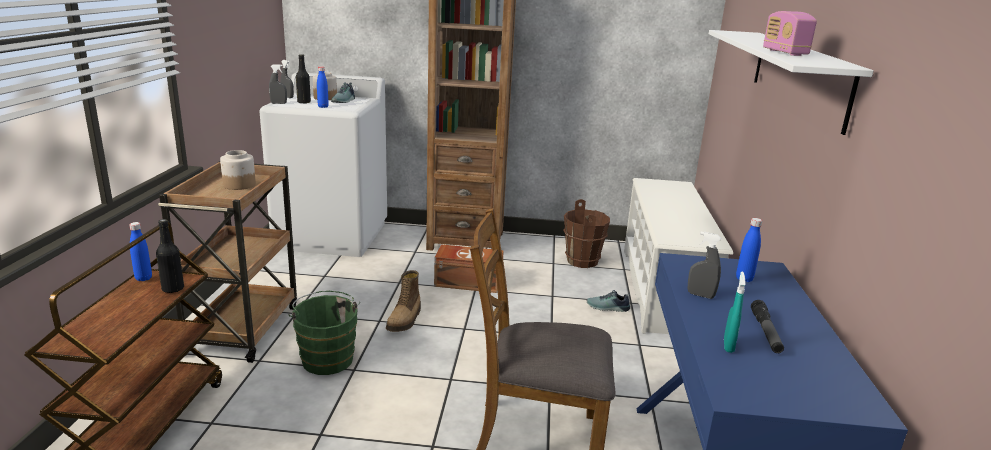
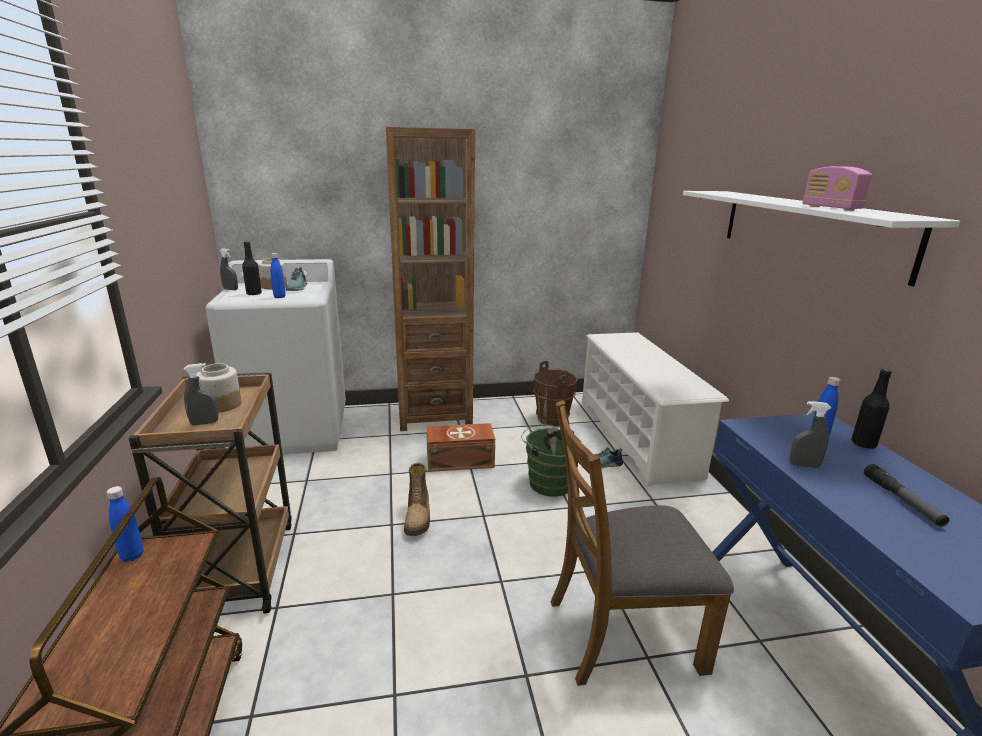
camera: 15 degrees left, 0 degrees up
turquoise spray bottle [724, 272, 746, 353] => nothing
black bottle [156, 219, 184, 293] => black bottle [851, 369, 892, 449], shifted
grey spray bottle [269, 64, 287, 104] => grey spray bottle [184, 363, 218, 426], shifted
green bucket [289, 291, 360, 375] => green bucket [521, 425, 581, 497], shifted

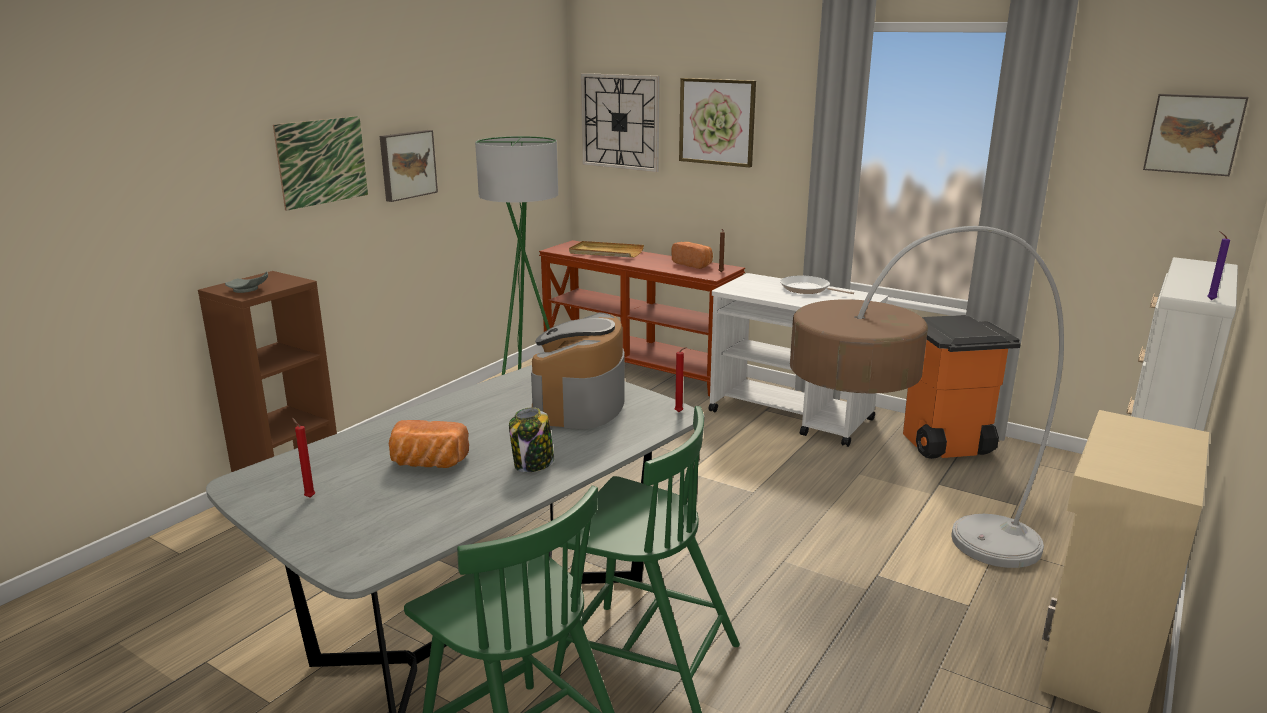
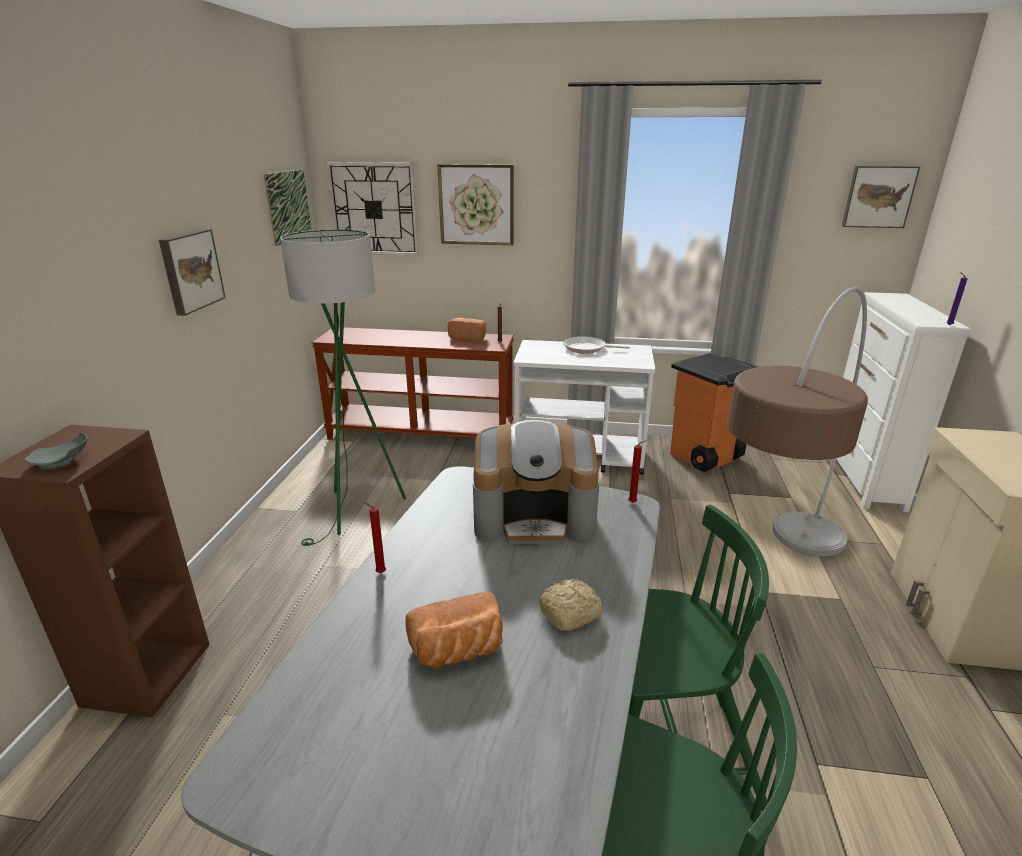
camera: 25 degrees left, 5 degrees up
beige tray [569, 241, 644, 258] => nothing
picture [273, 116, 368, 211] => picture [263, 169, 312, 246], shifted
red candle [292, 418, 315, 498] => red candle [364, 502, 386, 573], shifted
jar [509, 407, 554, 472] => bread [538, 579, 603, 631]
coffee machine [531, 312, 625, 429] => coffee machine [473, 420, 599, 544], 75 degrees counterclockwise

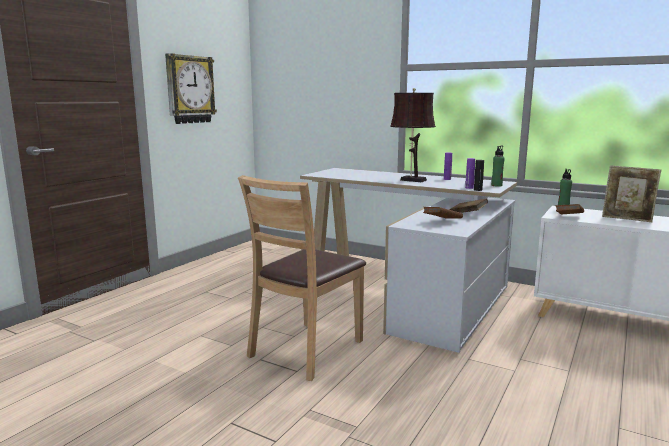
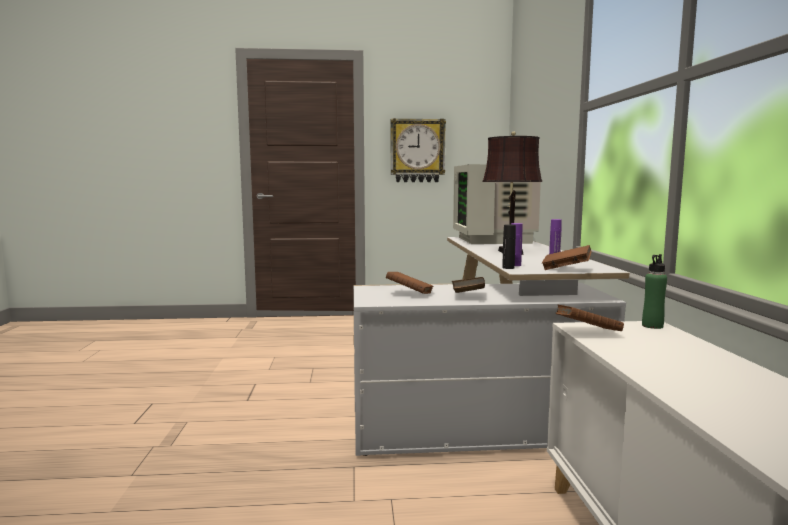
camera: 55 degrees right, 5 degrees down
brown chair [238, 175, 366, 381] => nothing
picture frame [602, 165, 661, 222] => nothing
nothing => monitor [453, 164, 541, 244]
green bottle [491, 145, 505, 187] => brown book [542, 245, 592, 270]

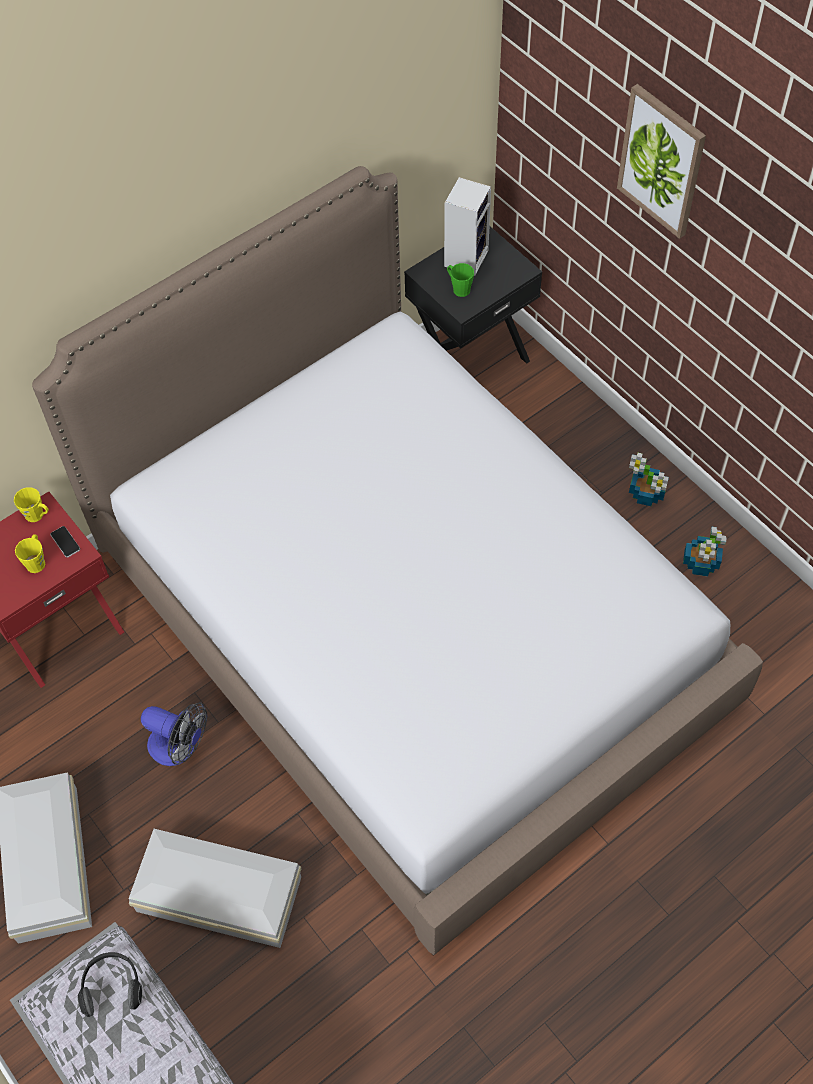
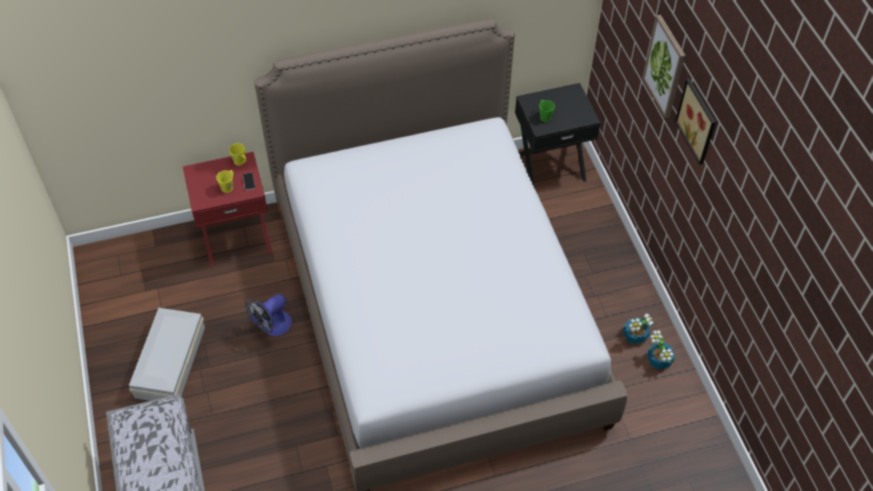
camera: 20 degrees right, 5 degrees down
headphones [77, 952, 142, 1017] => nothing
white storage box [129, 829, 301, 948] => nothing
speaker [444, 177, 491, 276] => nothing
nothing => picture [675, 78, 716, 165]
potted plant [629, 453, 669, 506] => potted plant [647, 330, 675, 369], shifted
fan [141, 702, 207, 766] => fan [245, 294, 292, 336], 90 degrees clockwise

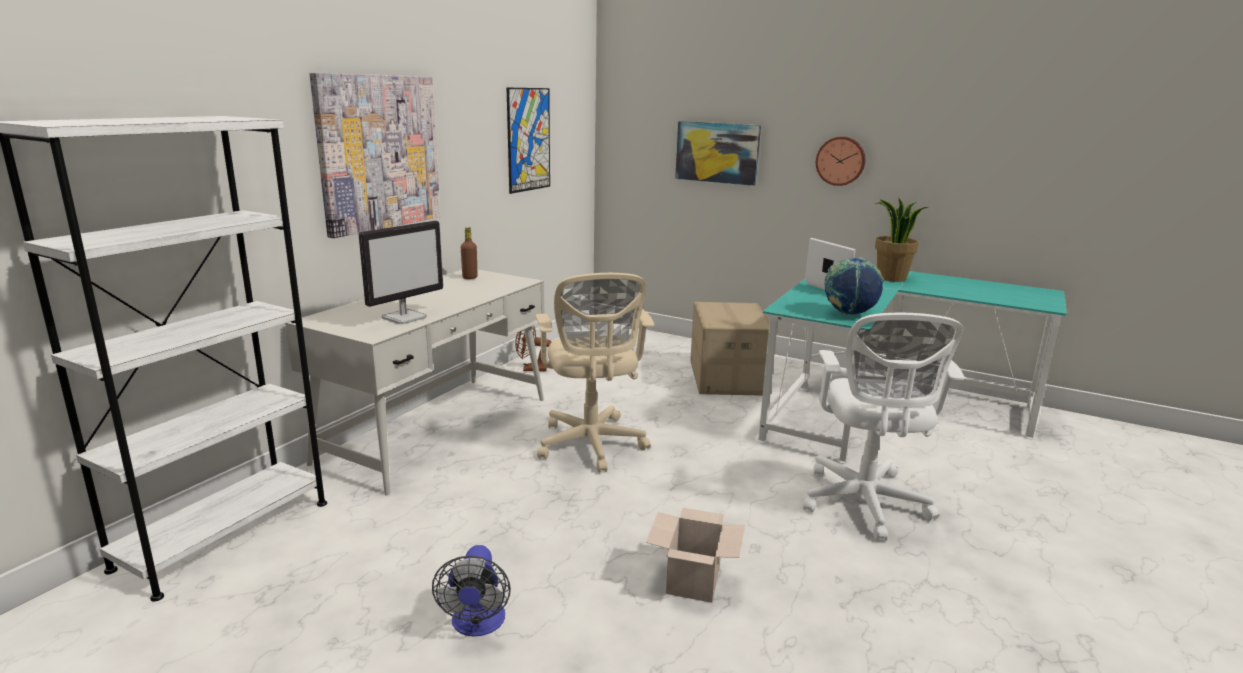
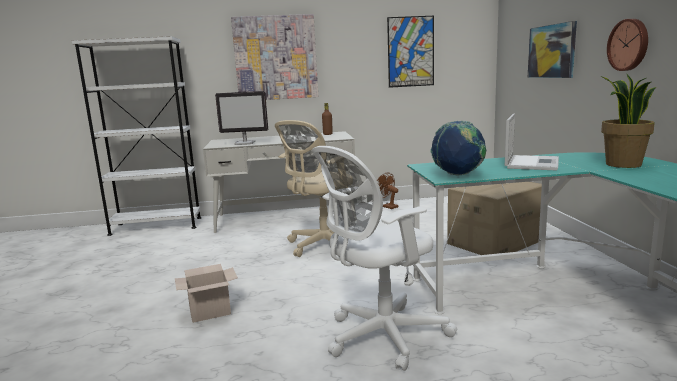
camera: 55 degrees right, 5 degrees down
fan [432, 545, 511, 637] => nothing

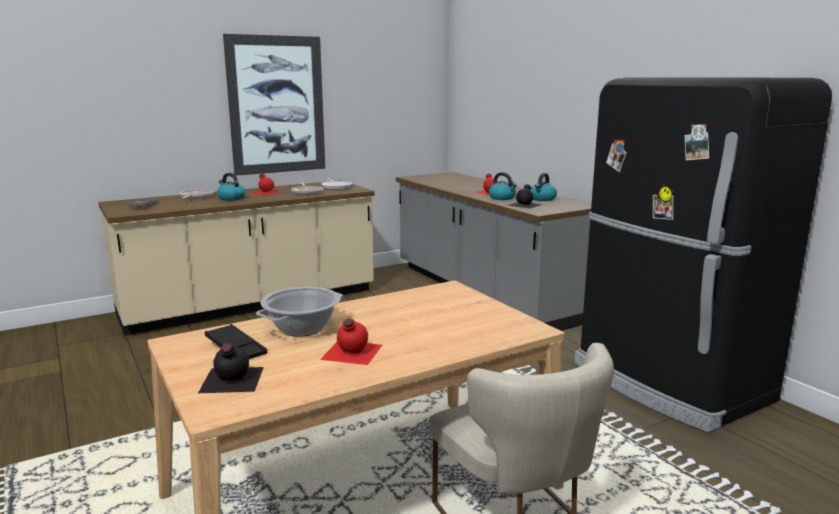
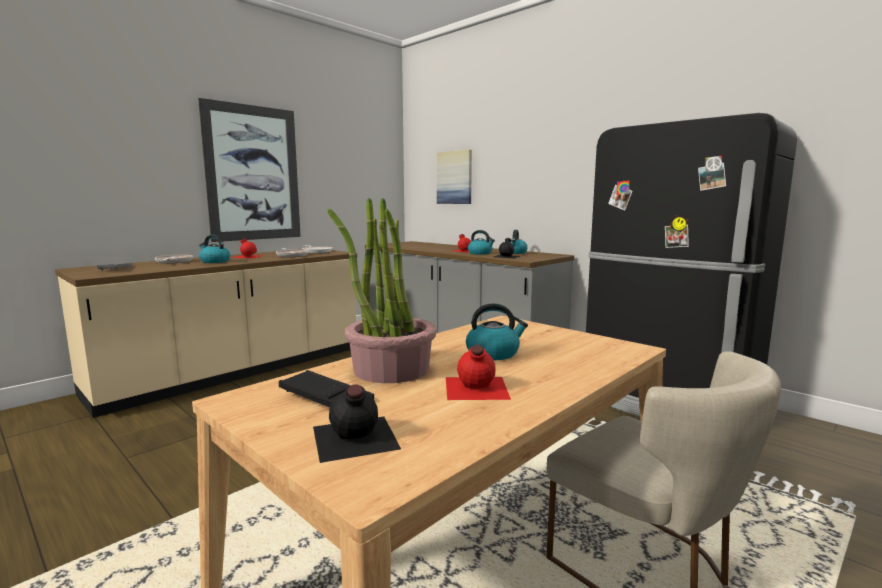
camera: 15 degrees left, 5 degrees down
nothing => picture [437, 150, 472, 204]
nothing => kettle [466, 304, 528, 360]
cooking pot [256, 287, 343, 337] => potted plant [327, 198, 436, 383]

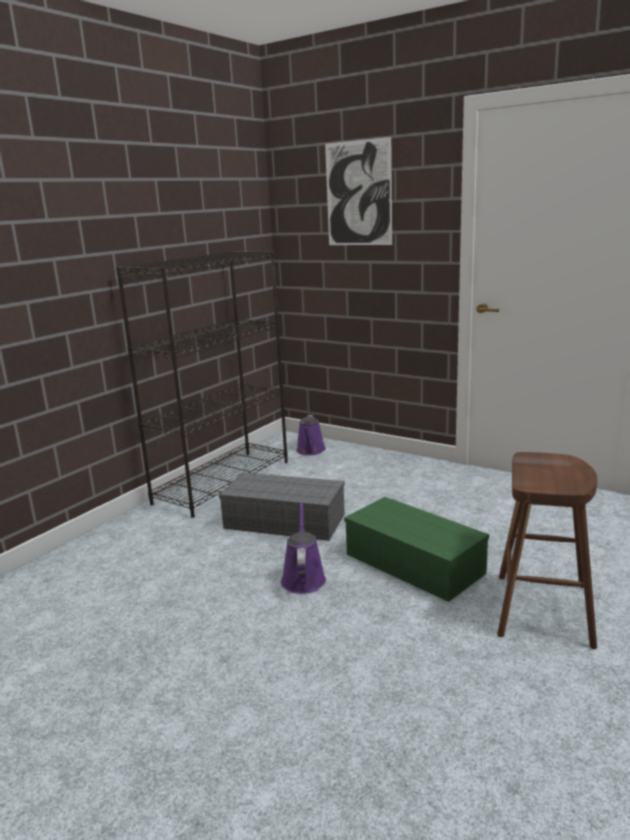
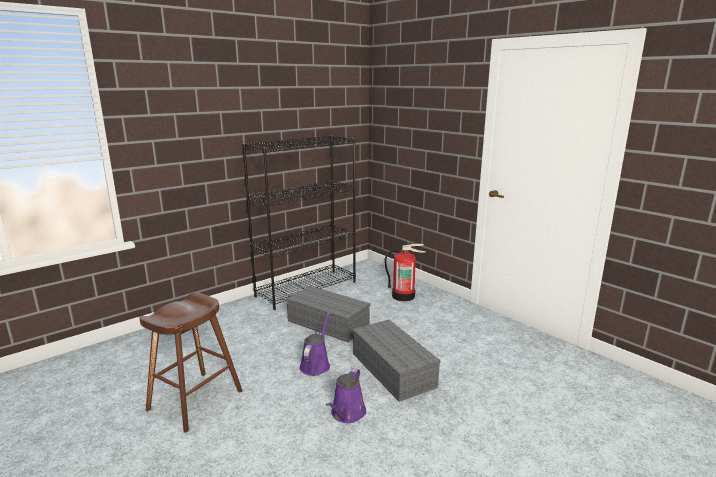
camera: 15 degrees right, 0 degrees up
picture [325, 137, 392, 245] => nothing
nothing => fire extinguisher [384, 243, 426, 301]
purple watering can [296, 415, 326, 455] => purple watering can [326, 368, 366, 423], shifted
brown stool [497, 452, 597, 649] => brown stool [140, 293, 243, 433], shifted
green storage box [344, 497, 489, 602] => grey storage box [352, 320, 440, 402]

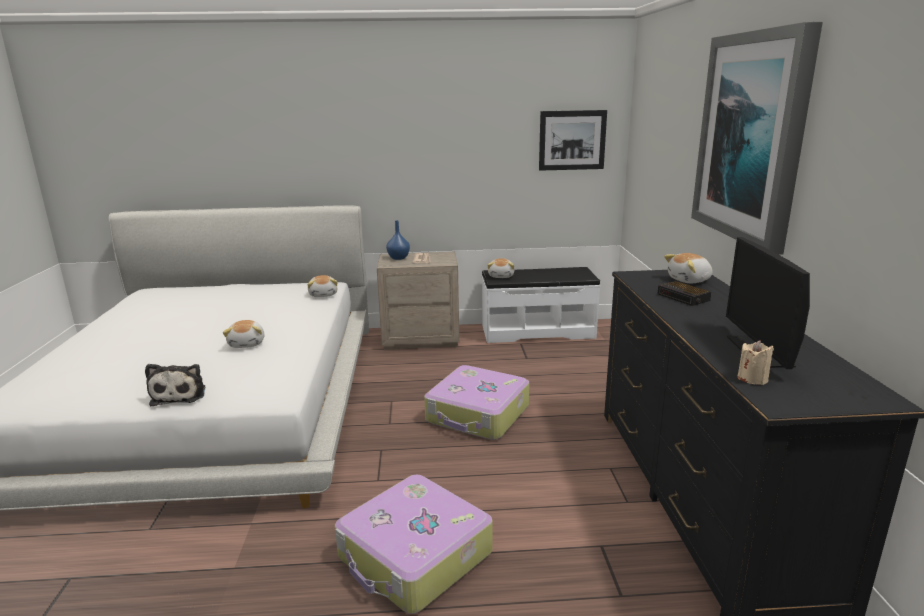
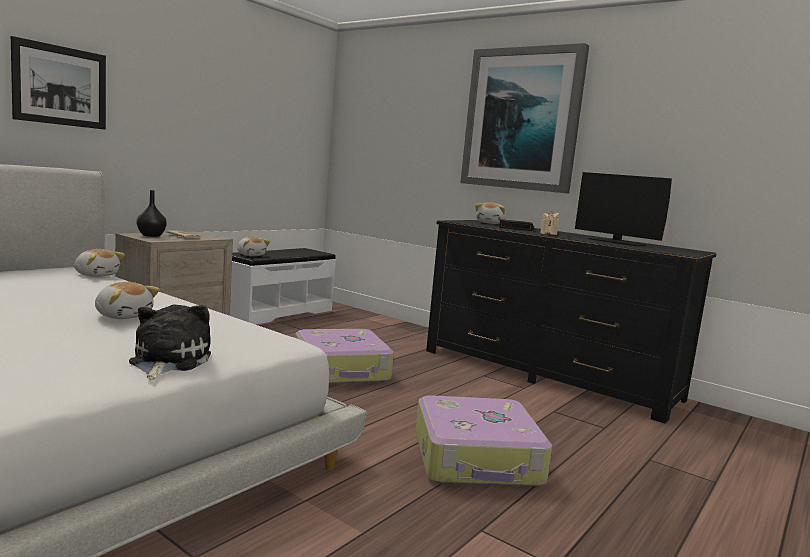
camera: 50 degrees left, 10 degrees down
picture [539, 110, 607, 171] => picture [11, 36, 106, 129], shifted
beige candle [738, 340, 774, 385] => beige candle [540, 210, 559, 235], shifted
blue vase [386, 221, 410, 260] => black vase [137, 190, 167, 237]
plush toy [145, 364, 206, 406] => plush toy [129, 305, 211, 380], 120 degrees counterclockwise

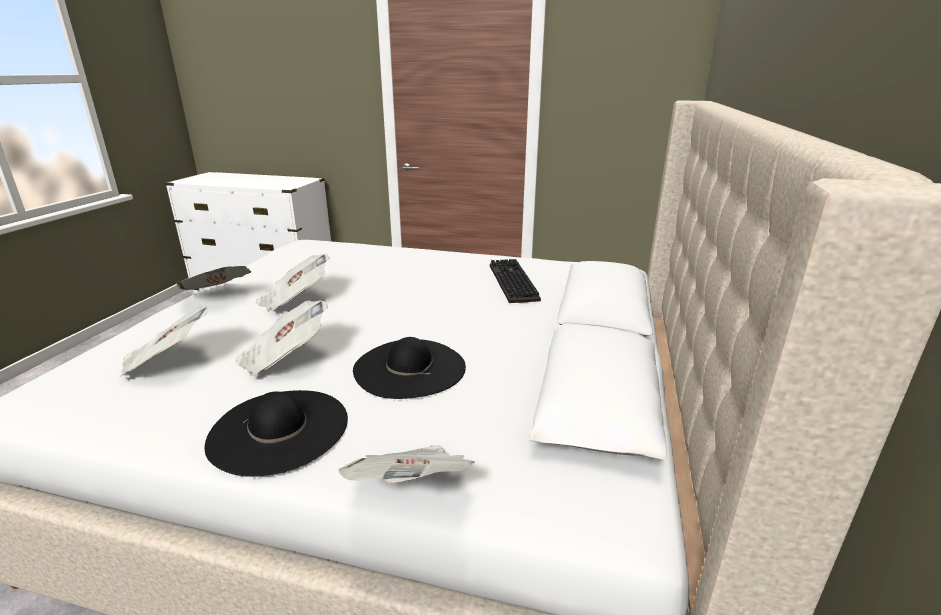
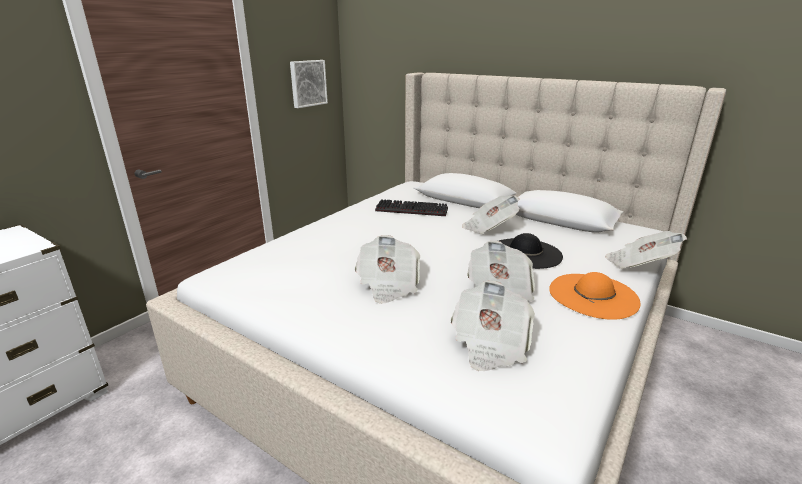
camera: 70 degrees left, 0 degrees up
nothing => picture [290, 60, 328, 108]
newspaper [176, 266, 251, 290] => newspaper [462, 195, 520, 234], shifted
black hat [205, 390, 348, 477] => orange hat [549, 272, 640, 320]

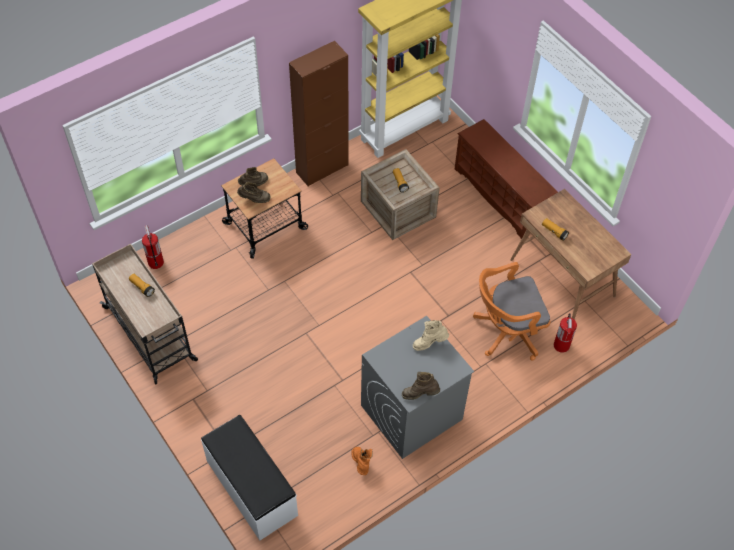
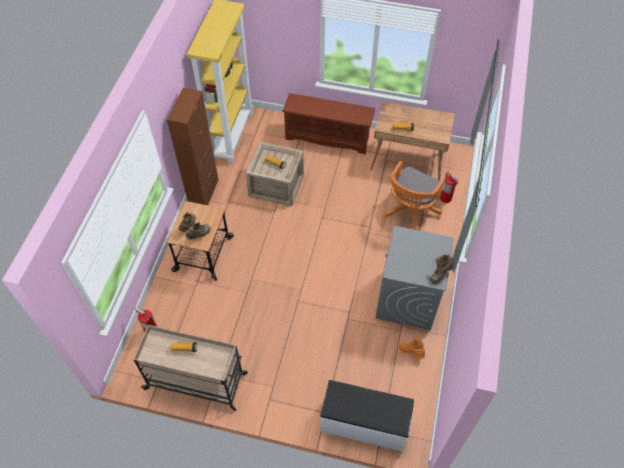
camera: 40 degrees left, 0 degrees up
beige boot [413, 320, 449, 351] => nothing

